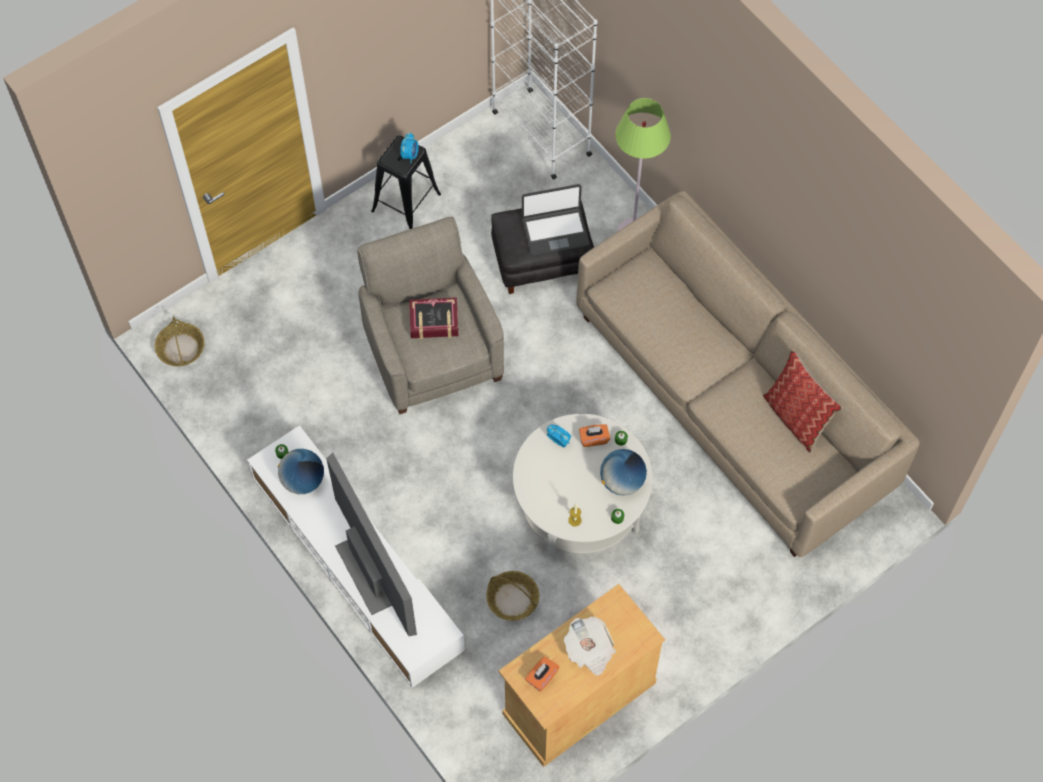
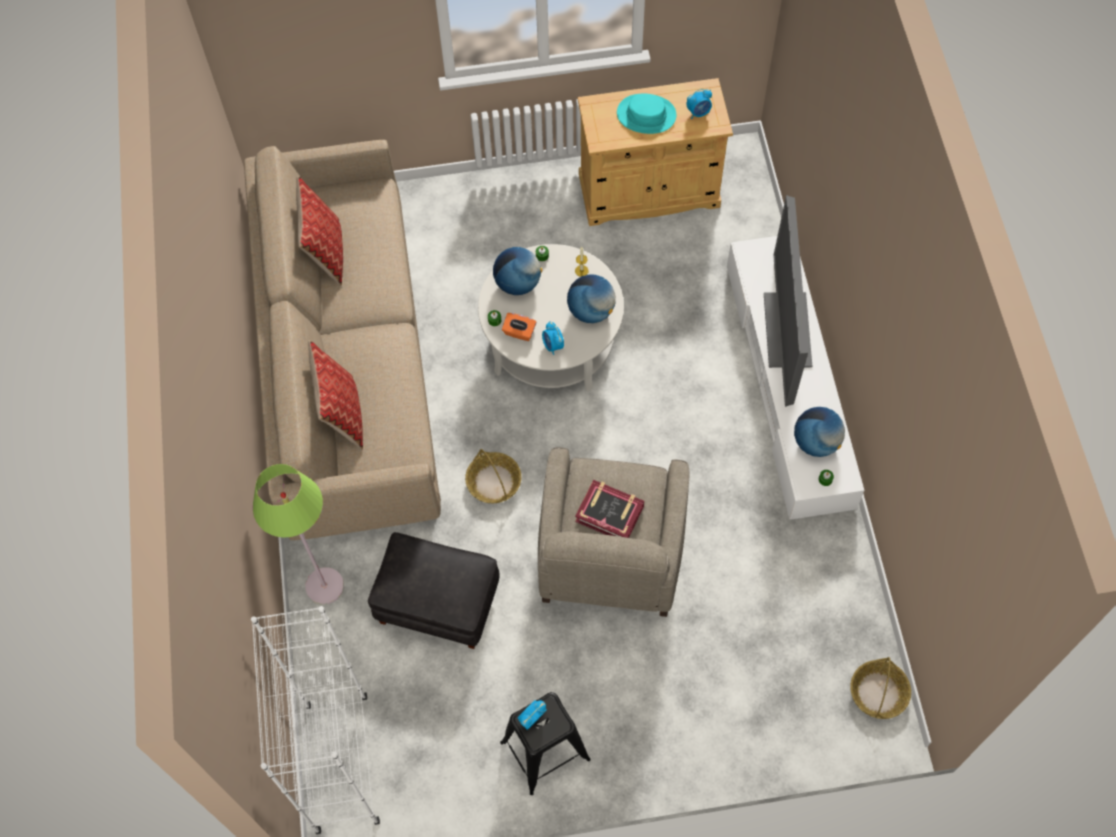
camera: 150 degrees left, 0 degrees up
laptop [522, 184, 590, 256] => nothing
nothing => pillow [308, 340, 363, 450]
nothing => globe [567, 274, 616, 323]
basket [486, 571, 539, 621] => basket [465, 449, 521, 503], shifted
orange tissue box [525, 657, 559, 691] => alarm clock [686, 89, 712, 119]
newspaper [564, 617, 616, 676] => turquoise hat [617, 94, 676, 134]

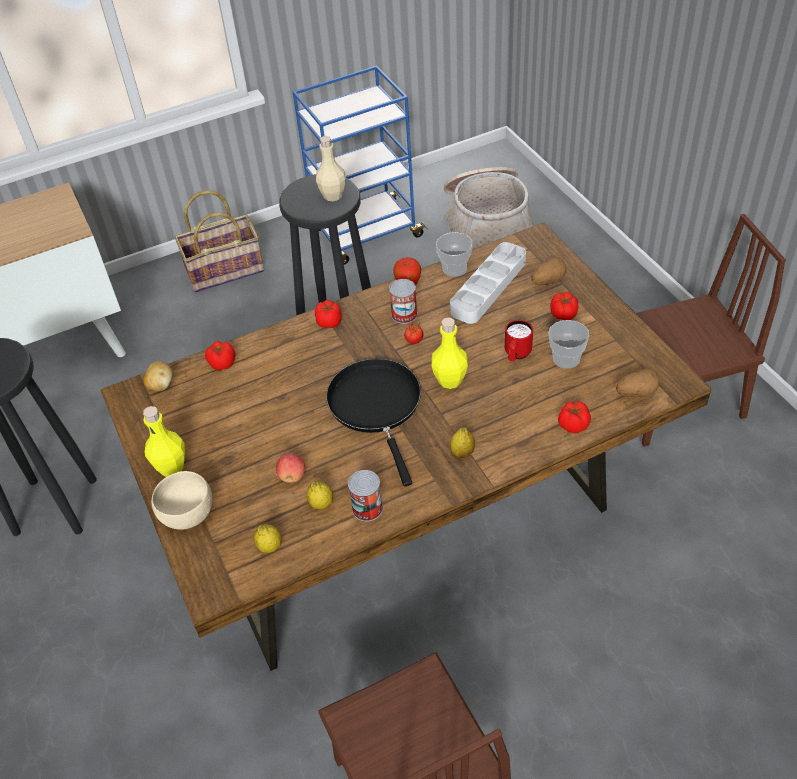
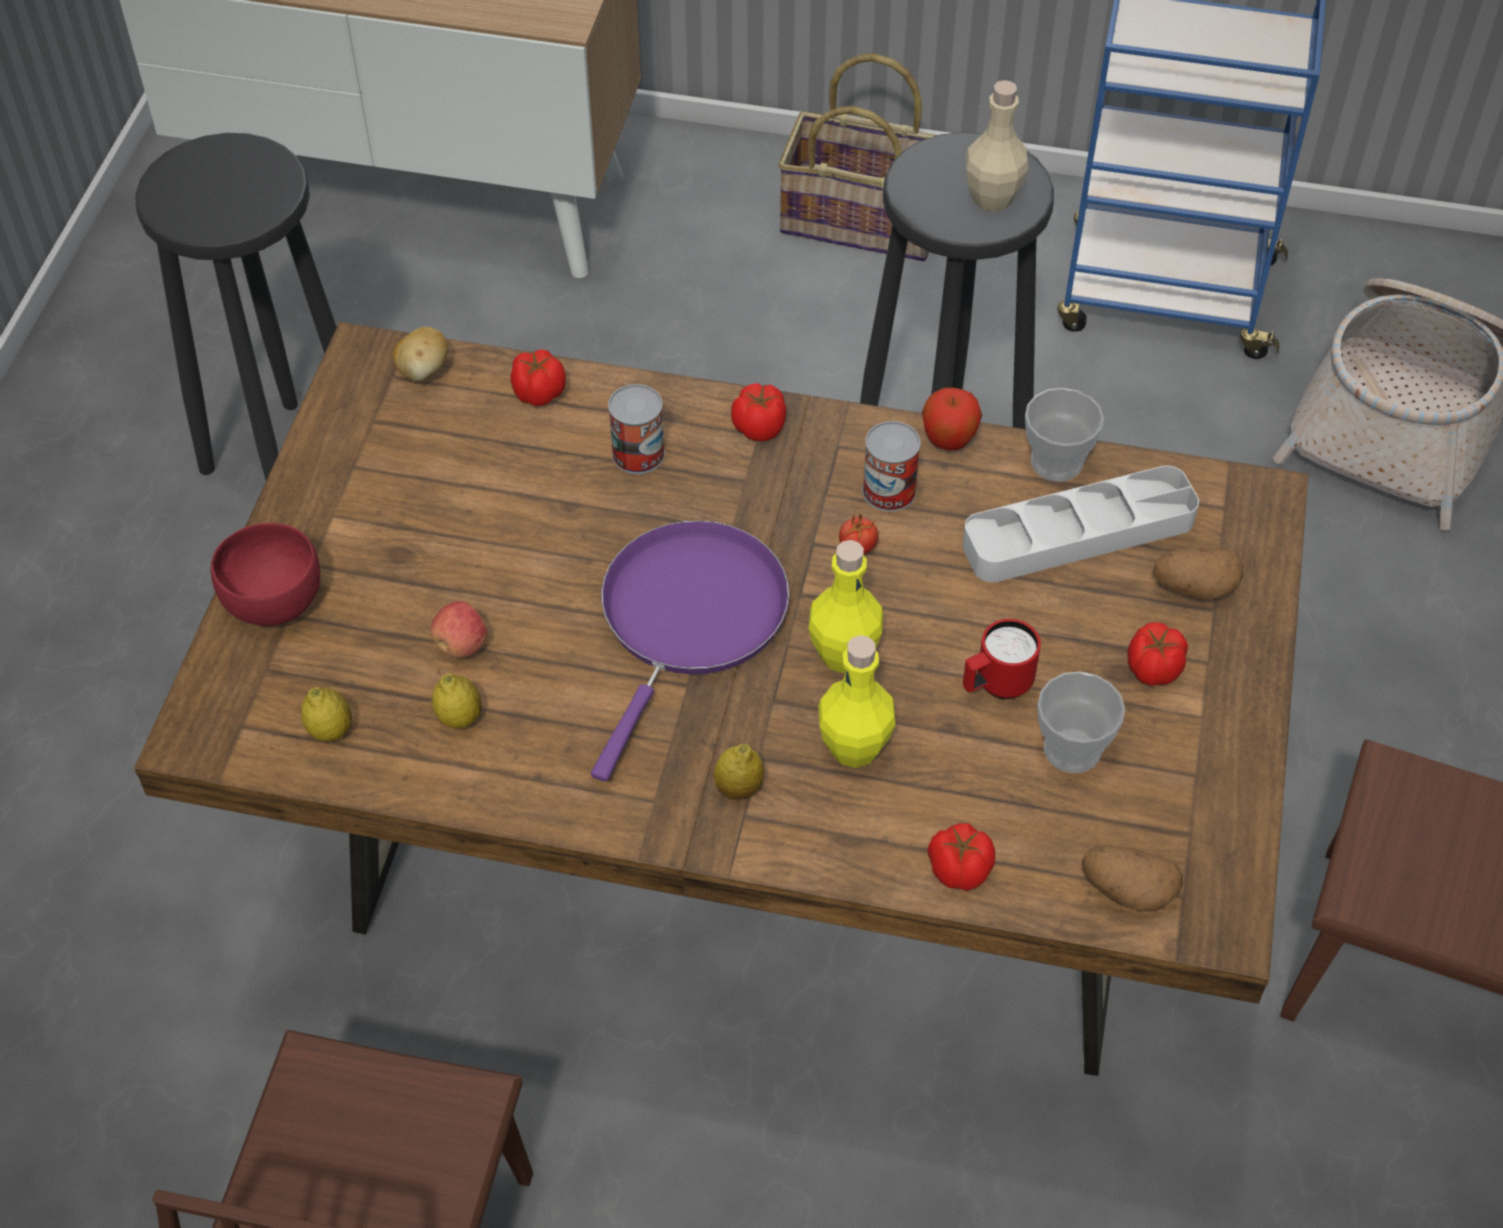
camera: 35 degrees right, 5 degrees up
yellow bottle [143, 406, 185, 477] => yellow bottle [818, 635, 896, 768], shifted
can [348, 470, 383, 521] => can [608, 384, 665, 474], shifted
beige bowl [151, 471, 212, 530] => red bowl [211, 523, 320, 626]
black frying pan [326, 359, 421, 486] => purple frying pan [591, 520, 789, 782]

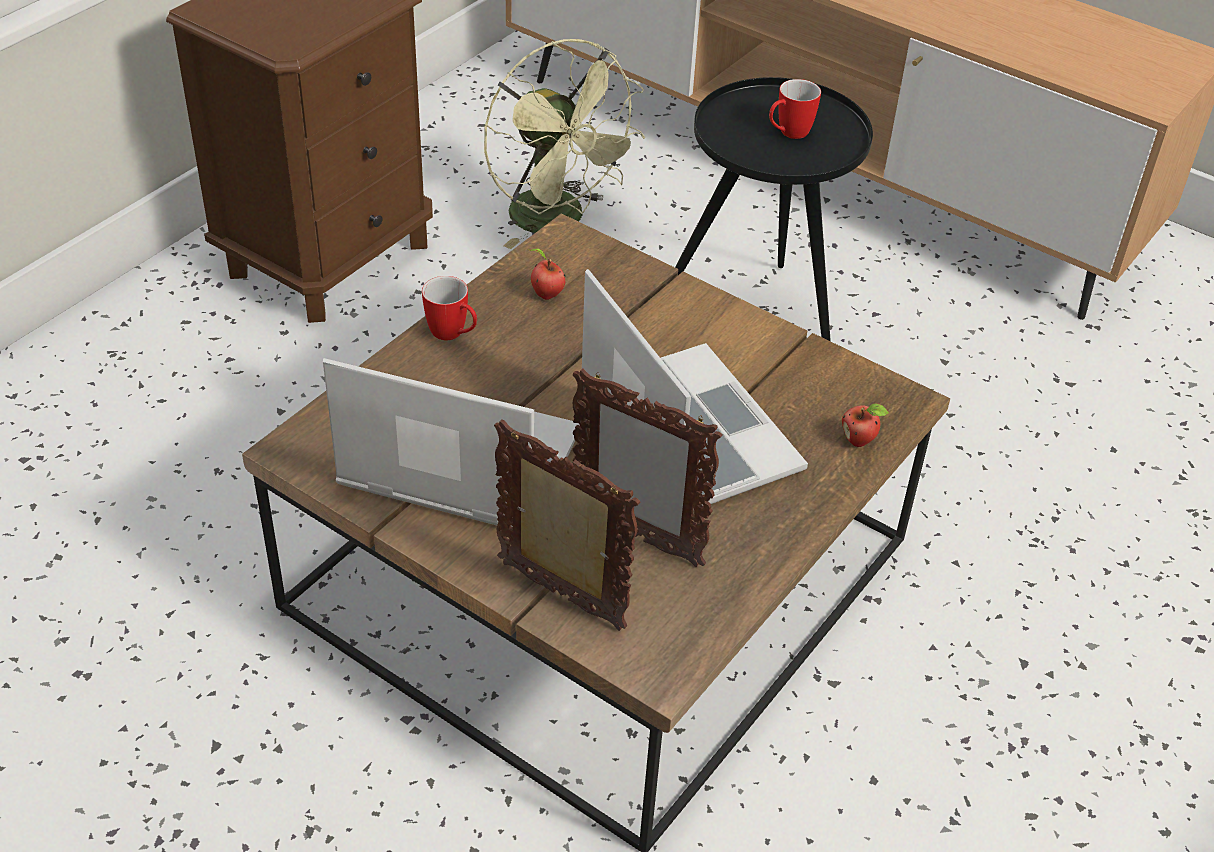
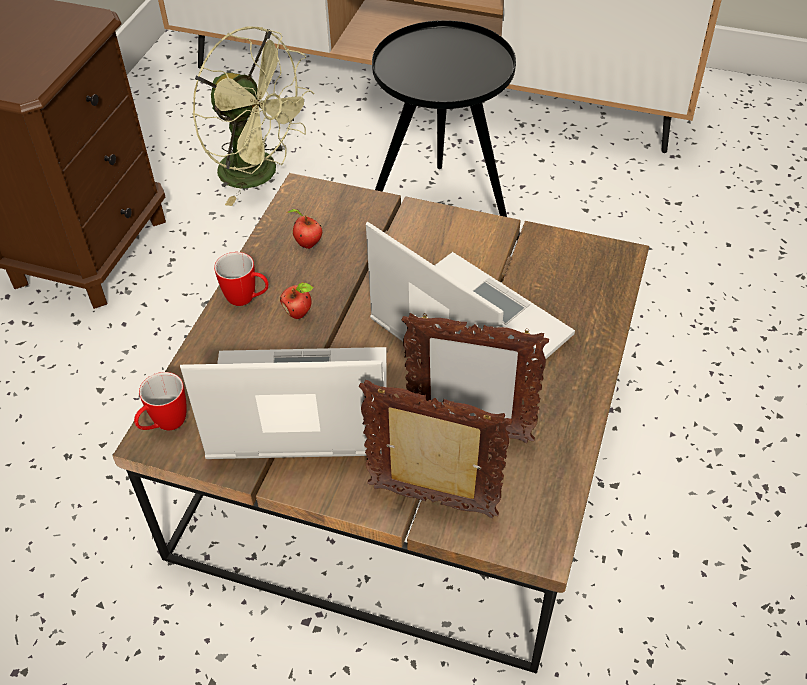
camera: 15 degrees left, 5 degrees up
mug [769, 79, 821, 139] => mug [134, 372, 187, 430], shifted
apple [842, 403, 889, 447] => apple [280, 282, 313, 319], shifted

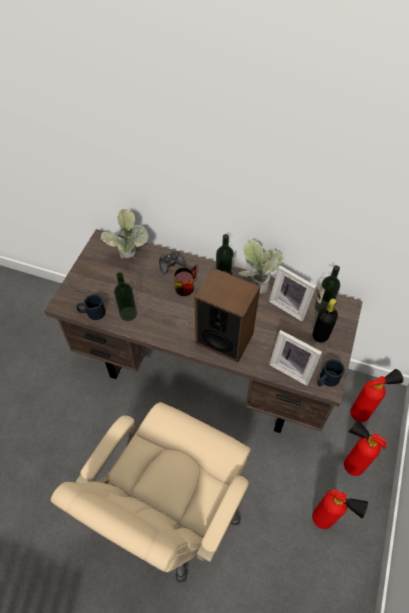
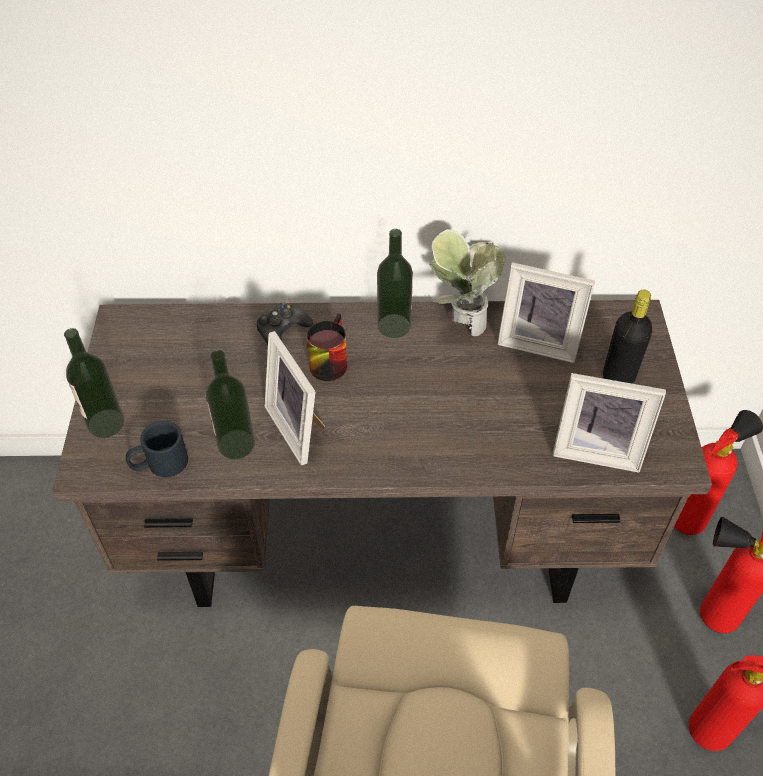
camera: 20 degrees left, 5 degrees down
potted plant [101, 209, 149, 258] => nothing
speaker [194, 268, 260, 362] => nothing
black mug [317, 359, 345, 387] => nothing
nothing => picture frame [264, 331, 325, 465]
bottle [315, 265, 340, 312] => bottle [64, 328, 124, 438], shifted

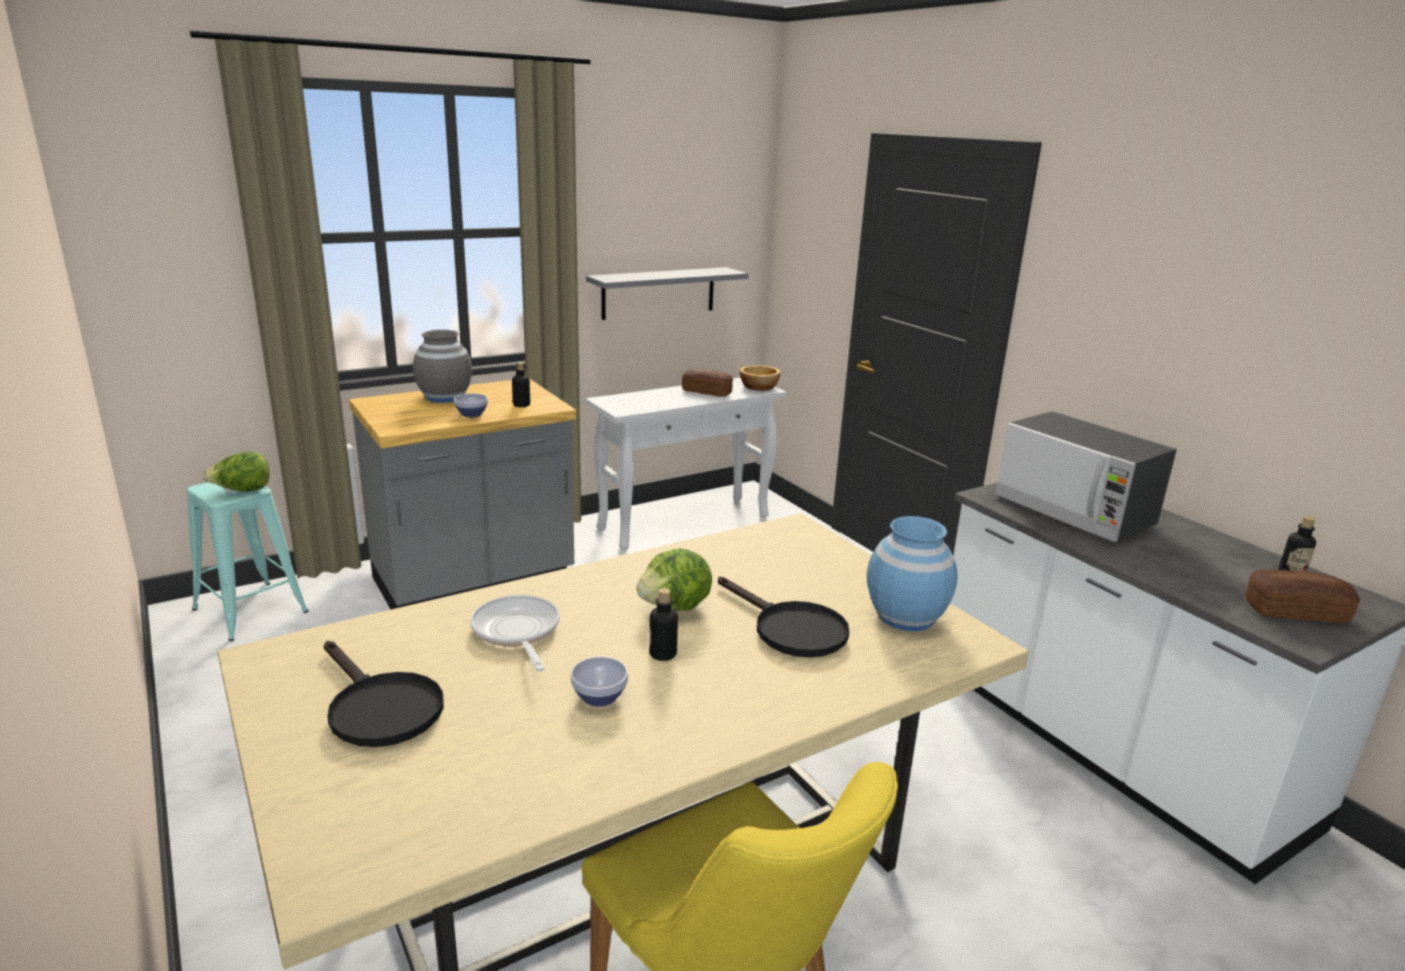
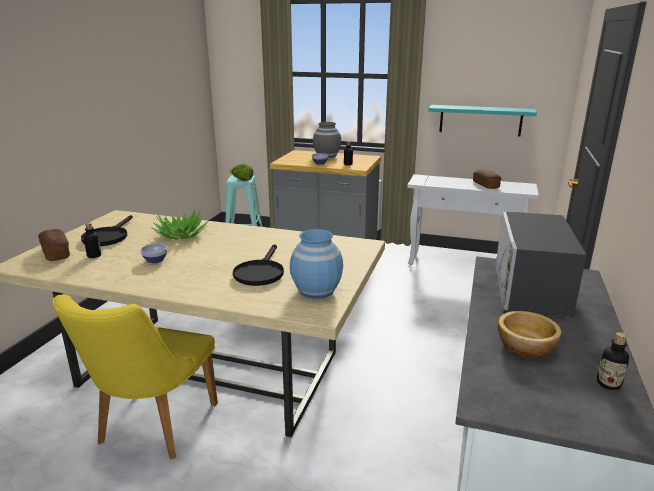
camera: 50 degrees right, 0 degrees up
lettuce [636, 548, 712, 611] => nothing
bottle [649, 588, 678, 661] => bottle [83, 223, 101, 258], shifted
bowl [740, 365, 780, 391] => bowl [498, 311, 561, 358], shifted
bread [1245, 569, 1360, 623] => bread [38, 229, 70, 261], shifted
frying pan [470, 595, 560, 671] => potted plant [151, 208, 208, 240]
grey shelf [586, 267, 749, 320] => turquoise shelf [428, 105, 537, 136]

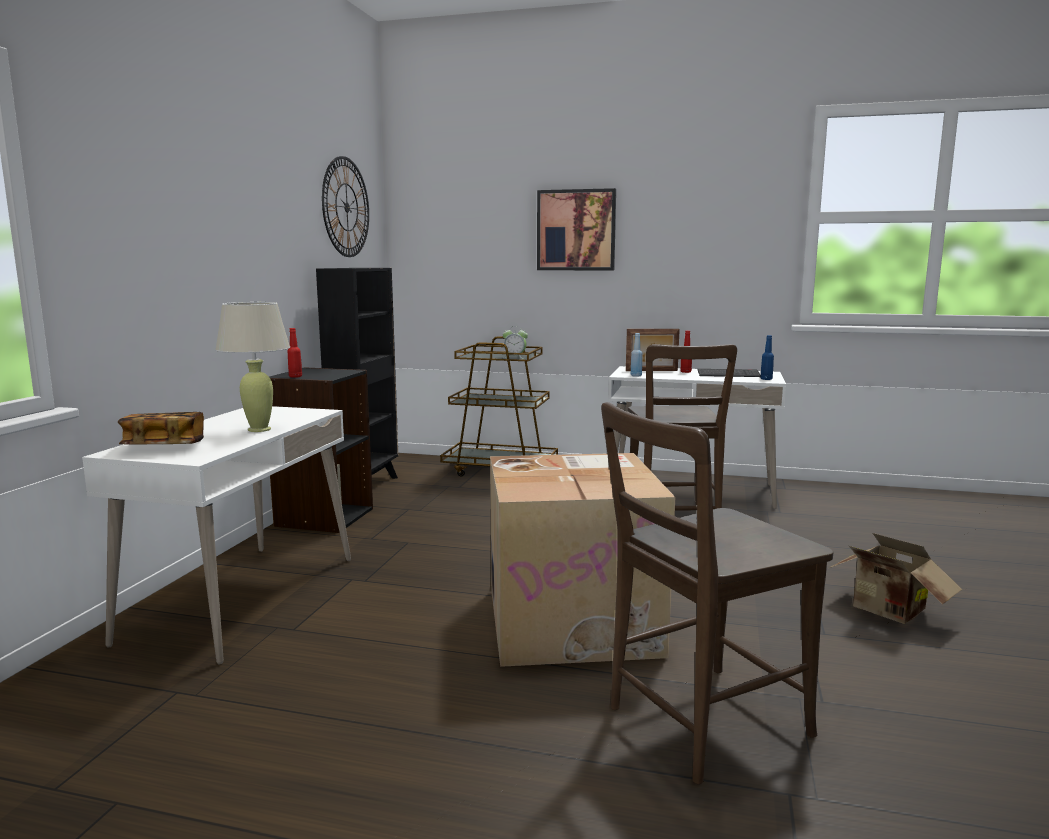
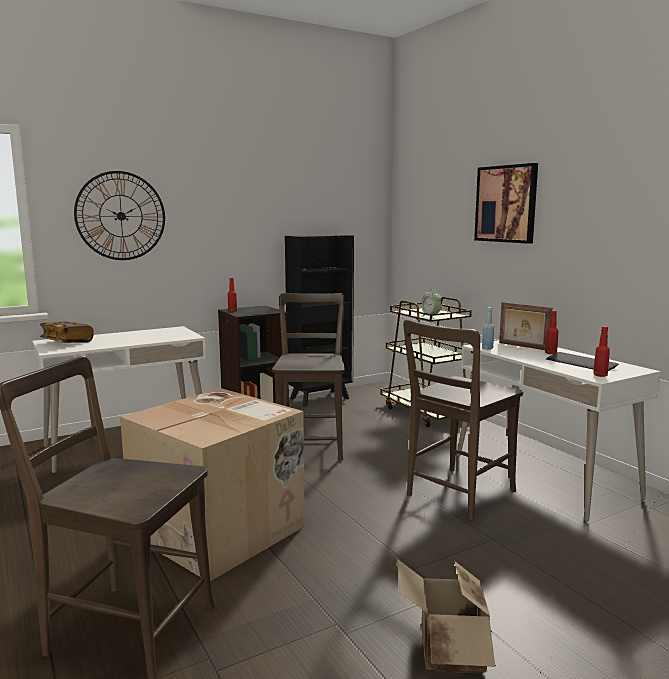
camera: 45 degrees right, 0 degrees up
beige table lamp [215, 302, 290, 432] => nothing
nothing => brown chair [272, 293, 345, 461]
wall clock [322, 156, 369, 257] => wall clock [74, 171, 165, 260], shifted
blue bottle [760, 335, 774, 380] => red bottle [593, 326, 610, 377]

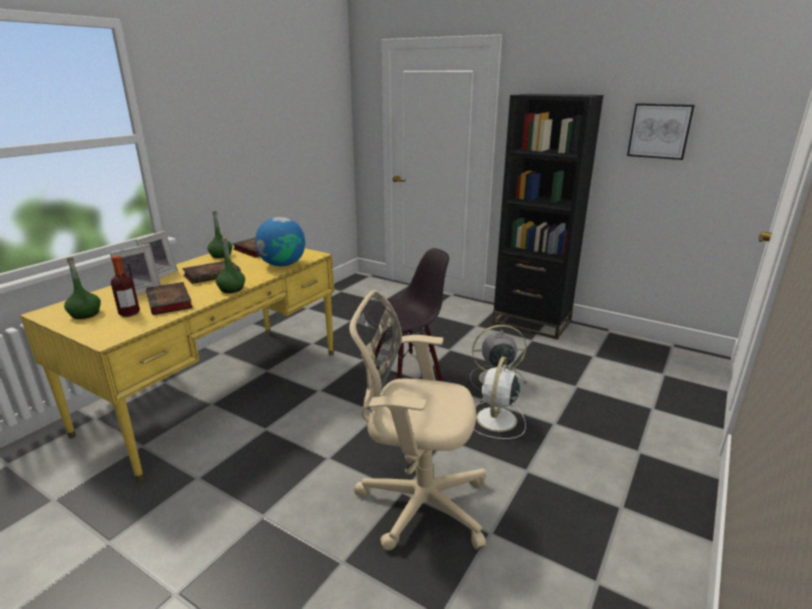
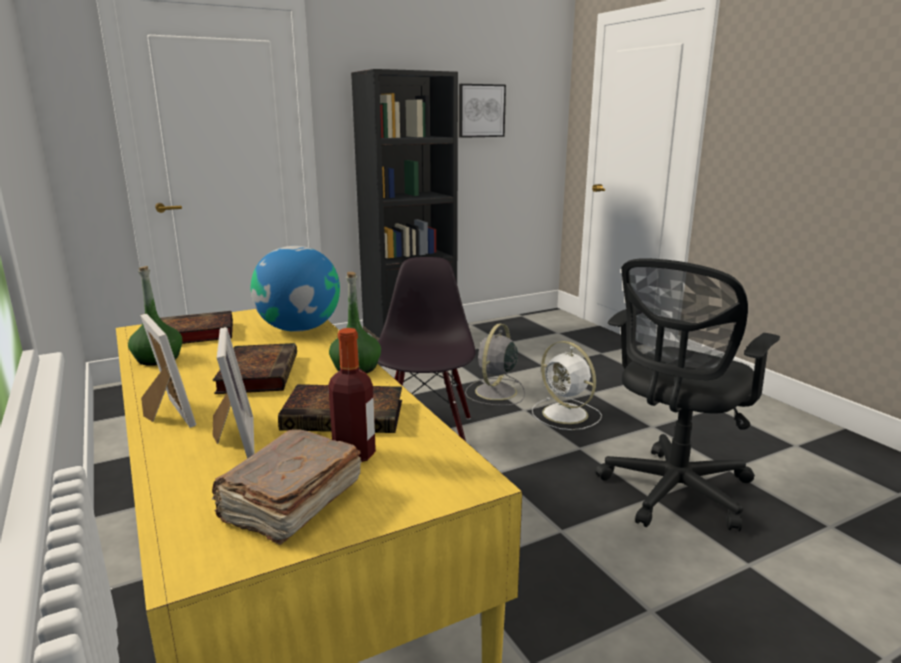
camera: 60 degrees left, 5 degrees down
green bottle [64, 257, 101, 319] => brown book [212, 429, 362, 545]
beige office chair [349, 290, 486, 551] => black office chair [595, 258, 780, 531]

